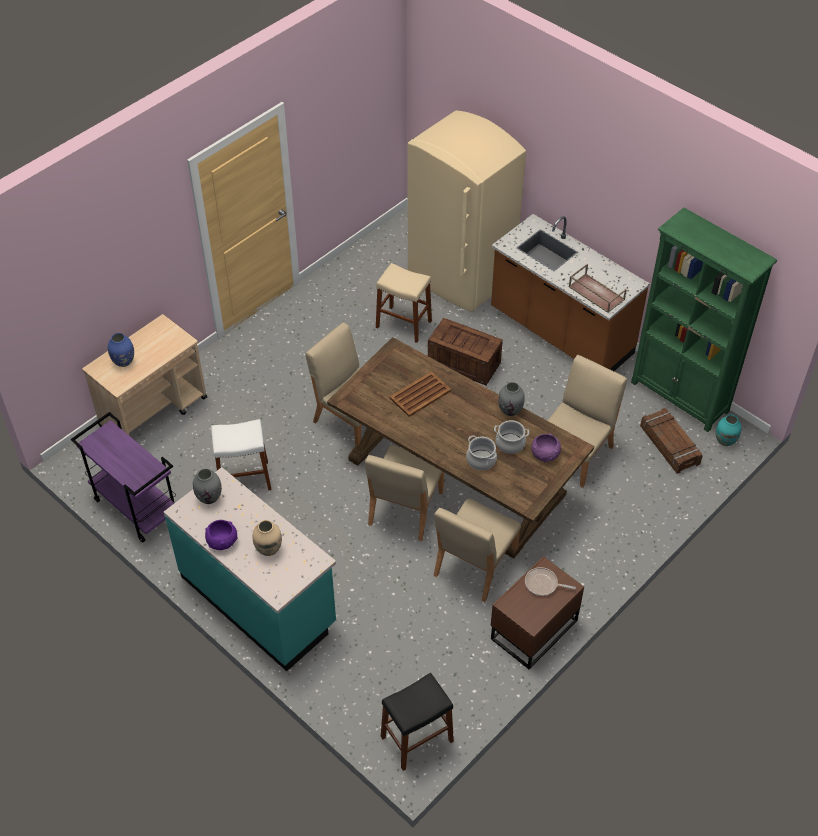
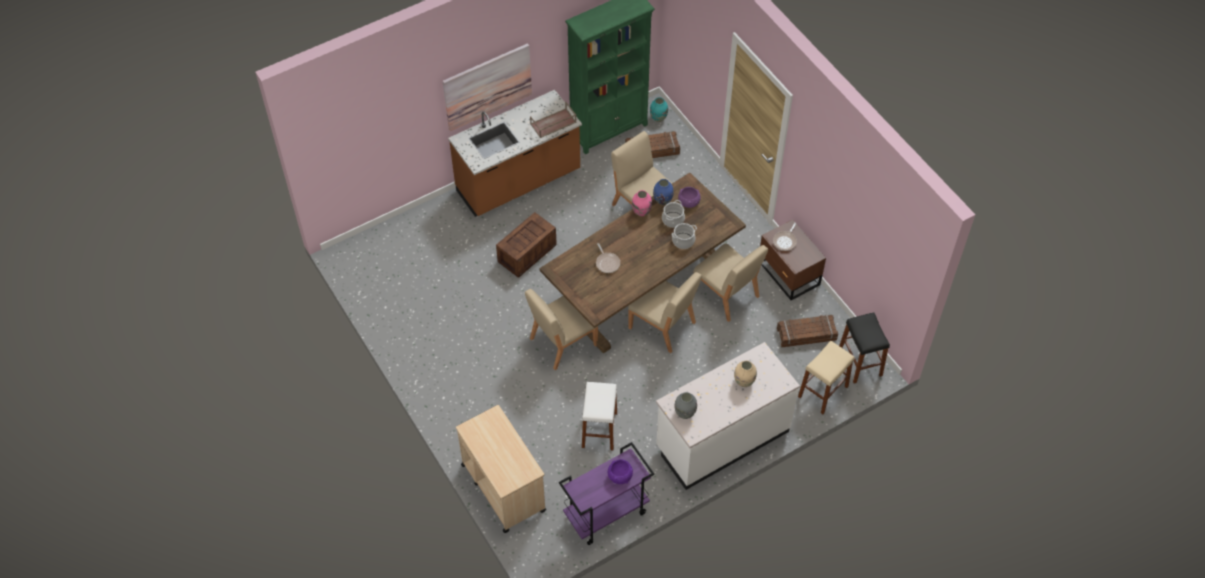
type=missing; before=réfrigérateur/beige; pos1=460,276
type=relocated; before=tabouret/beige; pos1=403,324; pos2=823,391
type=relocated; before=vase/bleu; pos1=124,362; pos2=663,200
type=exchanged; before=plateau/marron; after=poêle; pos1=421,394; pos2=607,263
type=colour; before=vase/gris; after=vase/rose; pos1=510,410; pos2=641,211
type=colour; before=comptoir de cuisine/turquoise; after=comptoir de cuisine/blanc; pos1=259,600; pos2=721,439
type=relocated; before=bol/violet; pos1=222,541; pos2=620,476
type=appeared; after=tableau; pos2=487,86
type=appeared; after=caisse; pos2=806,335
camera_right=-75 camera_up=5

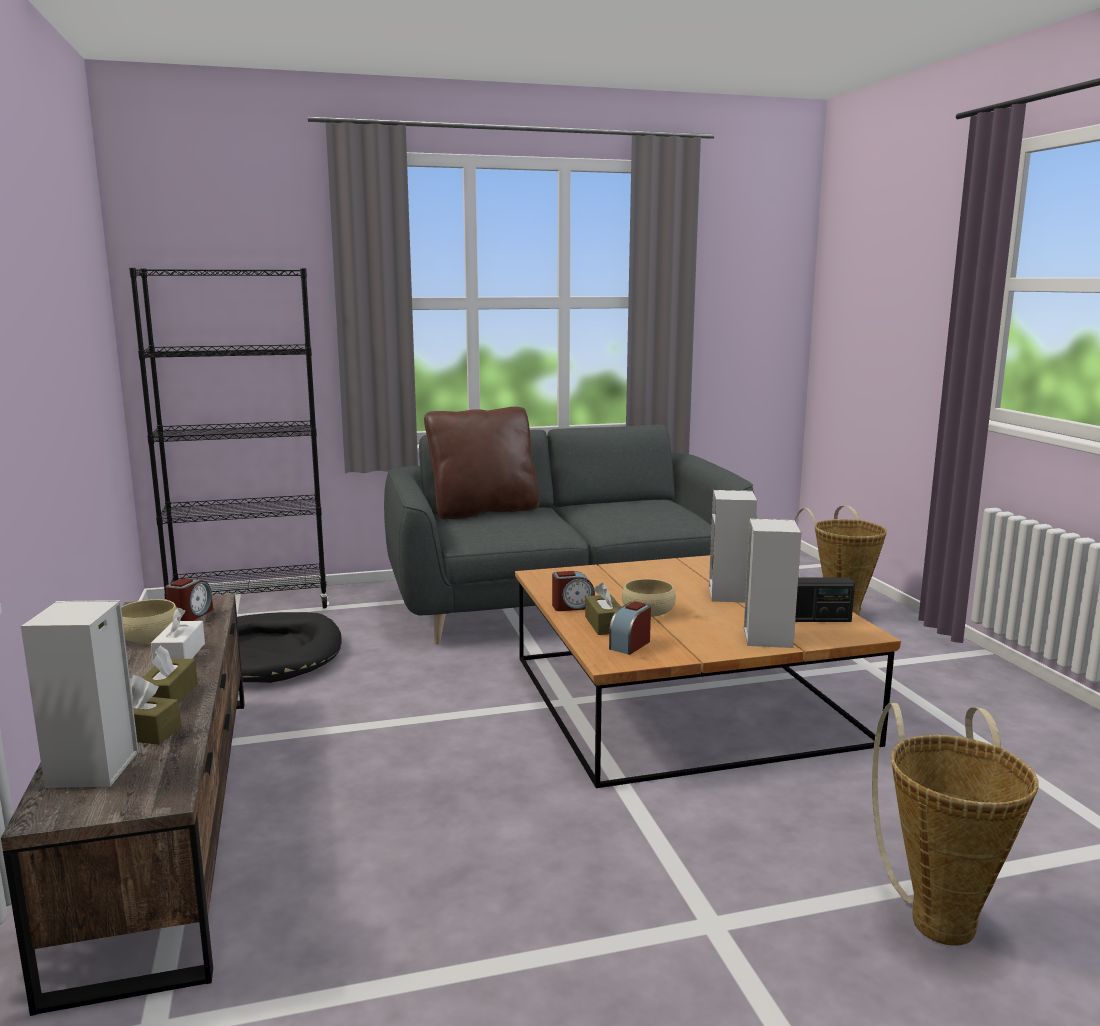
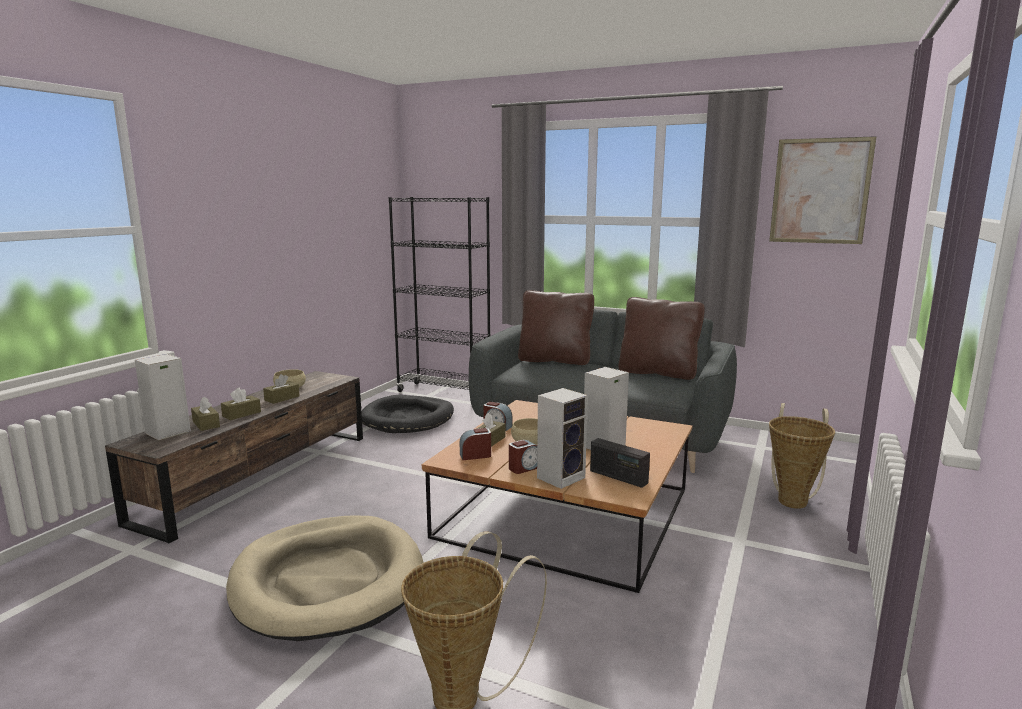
type=relocated; before=réveil; pos1=190,616; pos2=525,468
type=colour; before=boîte à mouchoirs/blanc; after=boîte à mouchoirs/marron; pos1=180,655; pos2=282,398
type=appeared; after=tableau; pos2=820,191
type=appeared; after=coussin/marron; pos2=658,373
type=appeared; after=panier pour chien/beige; pos2=328,581
camera_right=40 camera_up=0

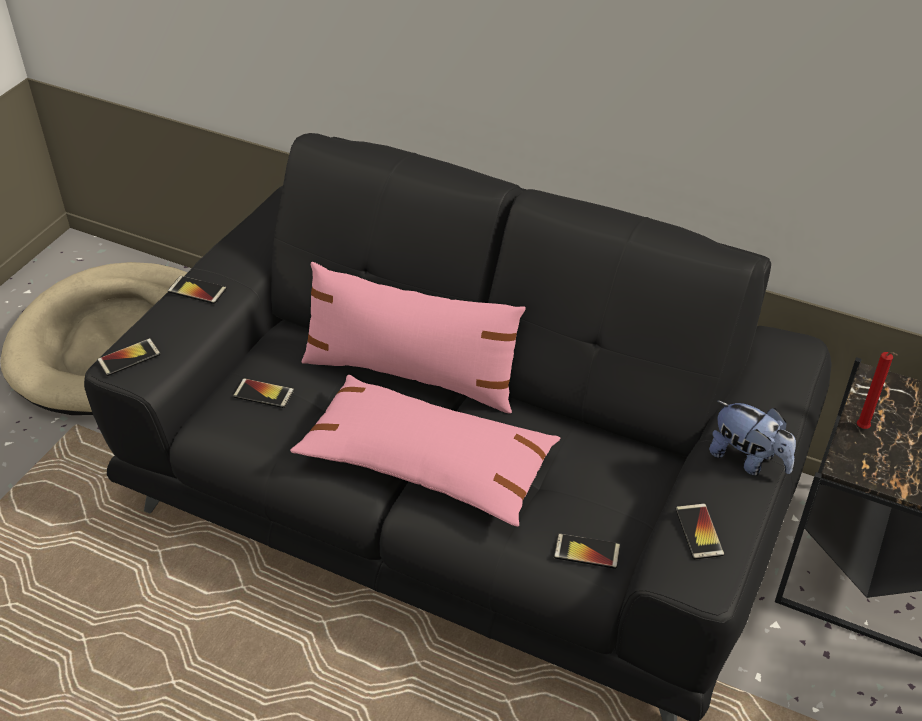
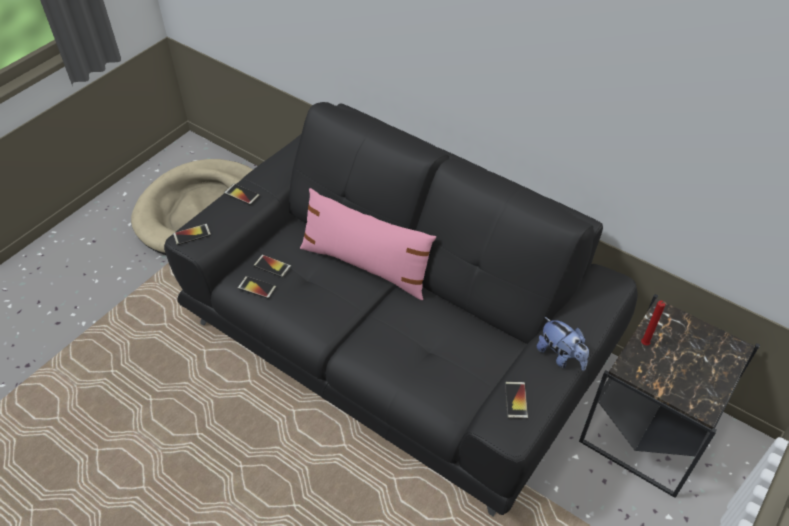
type=missing; before=coussin/rose; pos1=427,463
type=relocated; before=téléphone; pos1=587,551; pos2=257,287
camera_right=10 camera_up=5

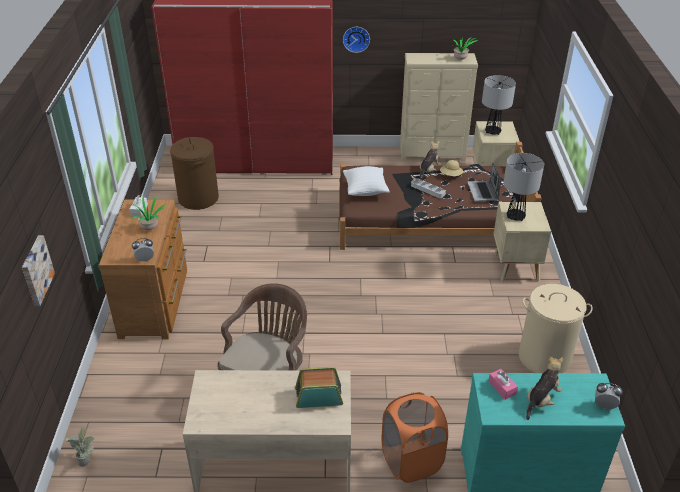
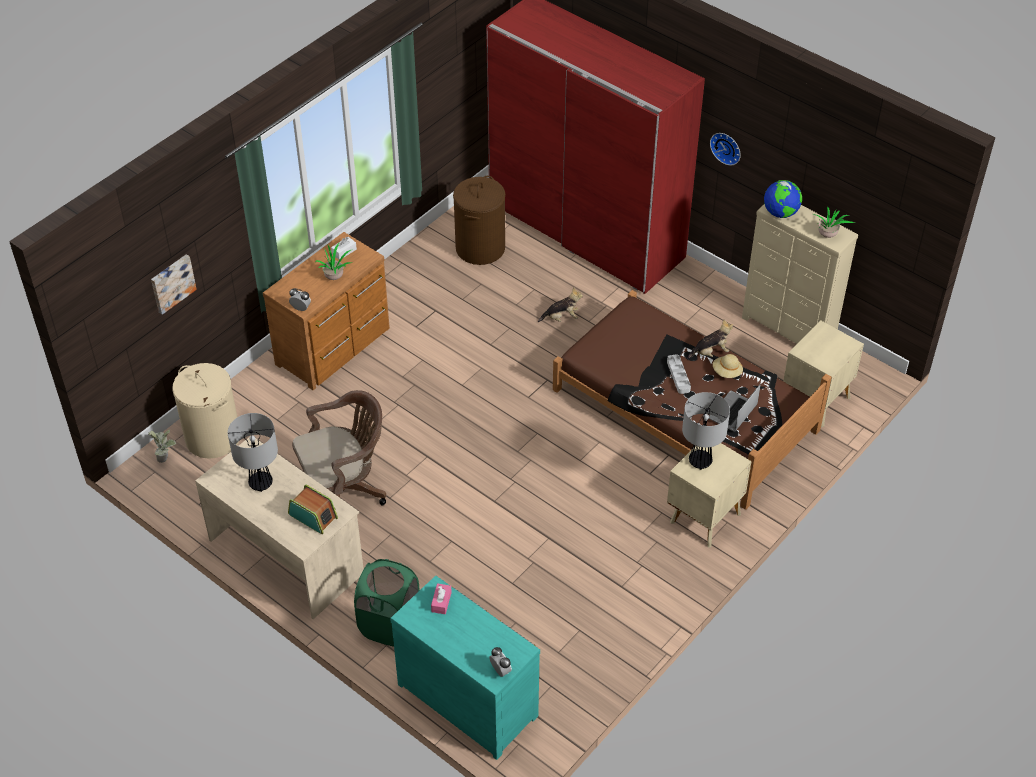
type=relocated; before=lampe de table; pos1=492,132; pos2=261,483
type=missing; before=coussin/blanc; pos1=365,191
type=relocated; before=panier à linge/beige; pos1=544,357; pos2=213,438
type=relocated; before=peluche; pos1=541,400; pos2=561,318
type=colour; before=panier à linge/orange; after=panier à linge/vert; pos1=411,461; pos2=390,625
type=appeared; after=globe; pos2=780,213
camera_right=40 camera_up=10

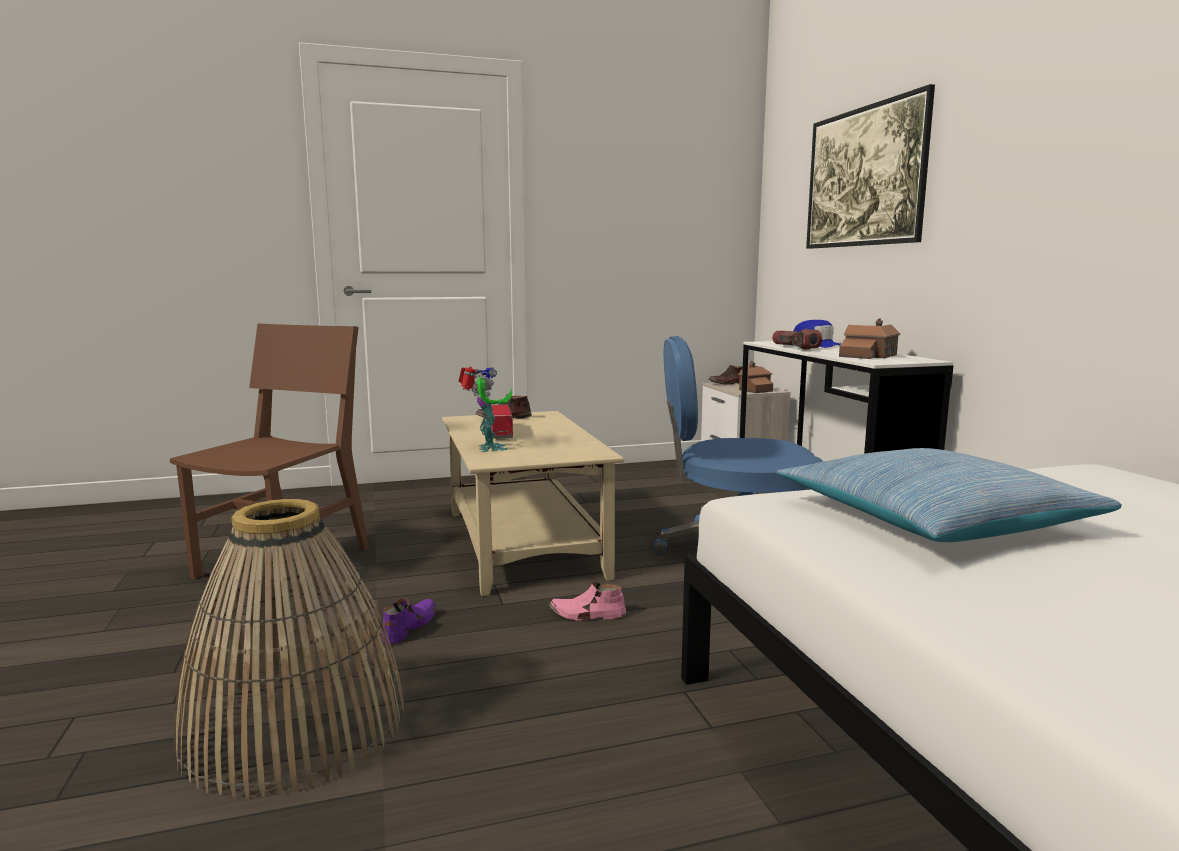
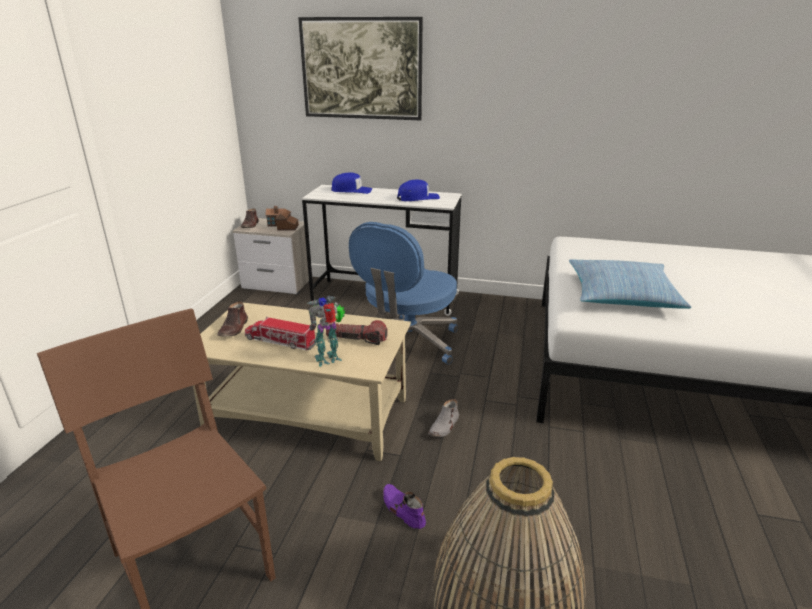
type=exchanged; before=maison miniature; after=casquette/bleu; pos1=868,356; pos2=418,198
type=relocated; before=lampe de poche; pos1=794,347; pos2=357,339
type=spun; before=robot jouet; pos1=488,448; pos2=329,360; turn=-45
type=colour; before=chaussure/rose; after=chaussure/gris; pos1=587,614; pos2=444,426
camera_right=-60 camera_up=15

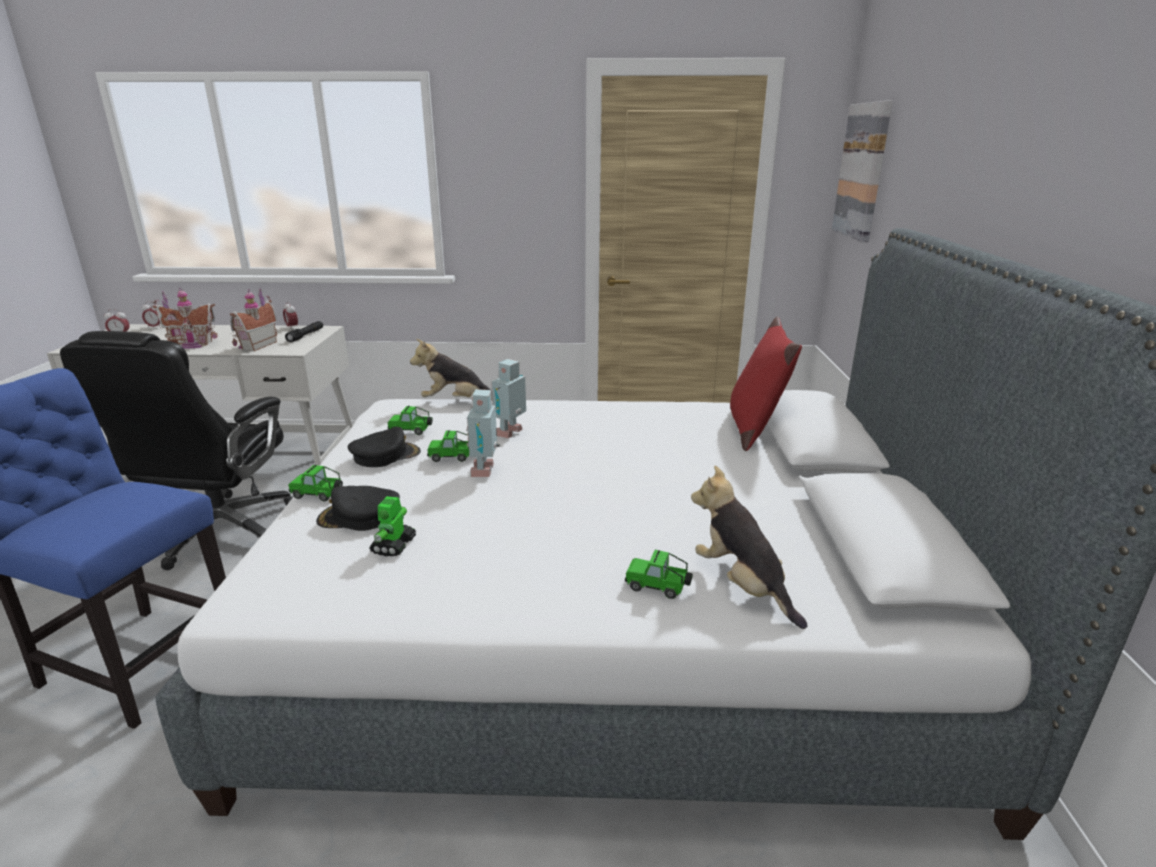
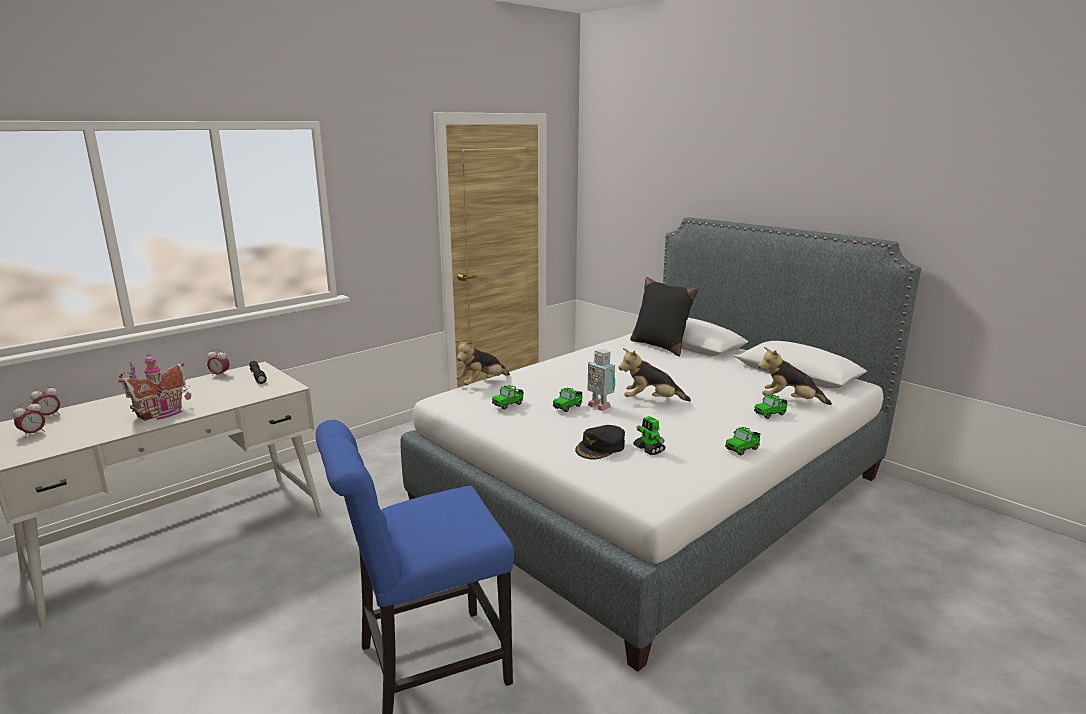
type=missing; before=tableau; pos1=862,171
type=missing; before=maison miniature; pos1=256,345
type=colour; before=coussin/rouge; after=coussin/noir; pos1=754,429; pos2=659,346
type=missing; before=chaise de bureau/noir; pos1=219,531
type=missing; before=robot jouet; pos1=511,433
type=missing; before=casquette/noir; pos1=385,455
type=relocated; before=petite voiture; pos1=319,495; pos2=743,449
type=appeared; after=peluche; pos2=651,401
camera_right=-45 camera_up=-5

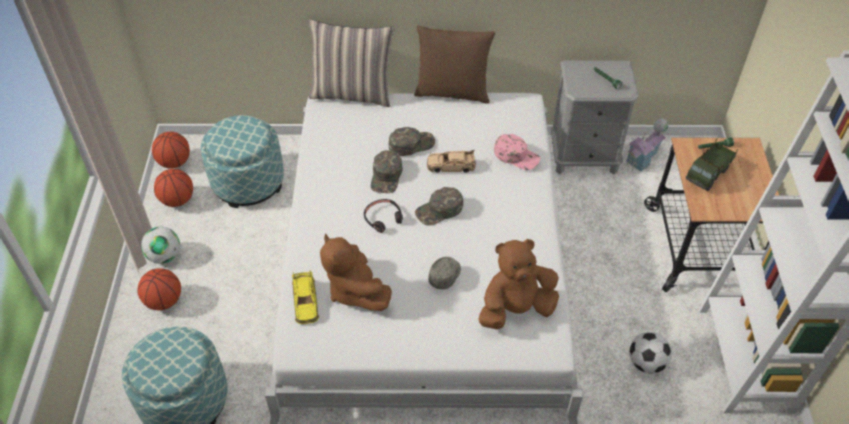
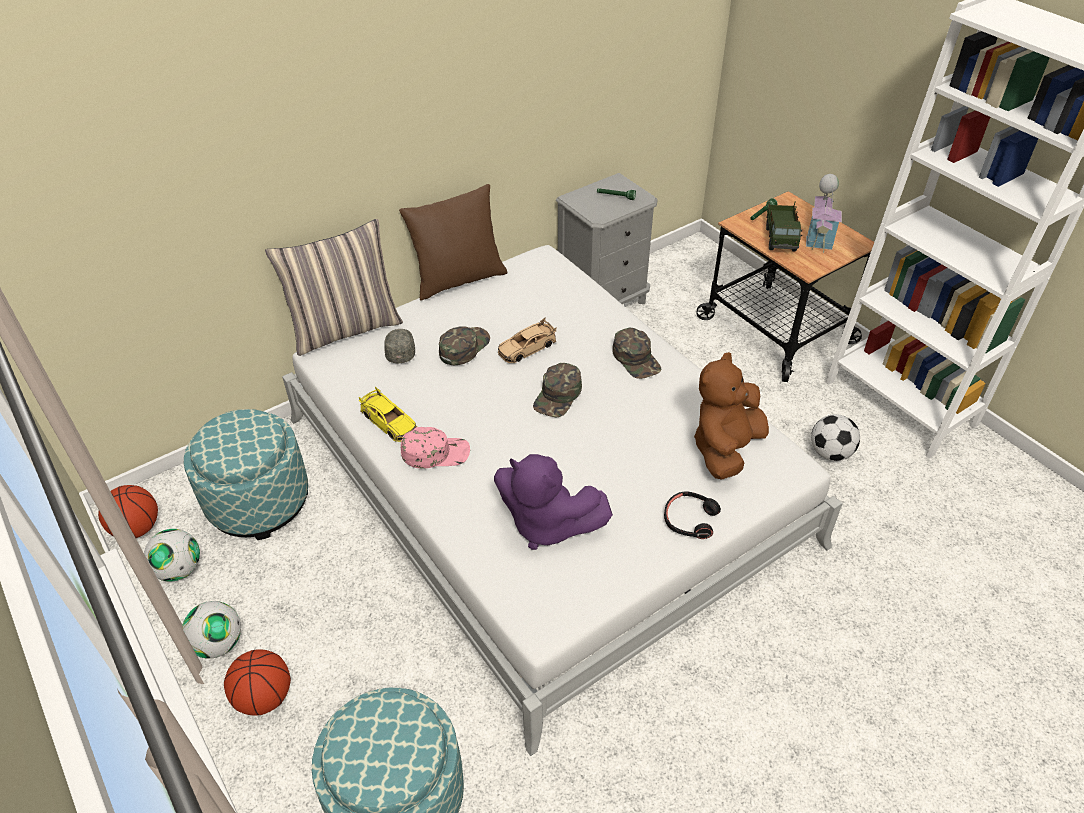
type=relocated; before=maison miniature; pos1=643,159; pos2=819,236
type=relocated; before=casquette/rose; pos1=516,155; pos2=436,452
type=relocated; before=casquette/vert; pos1=386,176; pos2=636,359
type=exchanged; before=ballon de basket; after=ballon de foot; pos1=177,200; pos2=179,570
type=relocated; before=casque audio/noir; pos1=383,218; pos2=690,519
type=colour; before=peluche/marron; after=peluche/violet; pos1=355,290; pos2=546,524
type=relocated; before=casquette/gris; pos1=445,275; pos2=401,351
type=relocated; before=petite voiture/jaune; pos1=305,301; pos2=389,421
camera_right=-35 camera_up=-5

